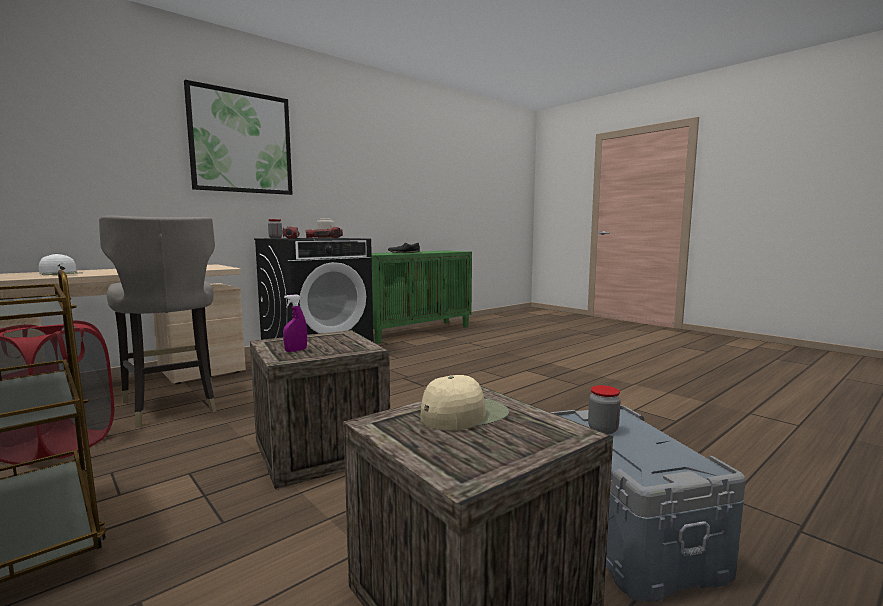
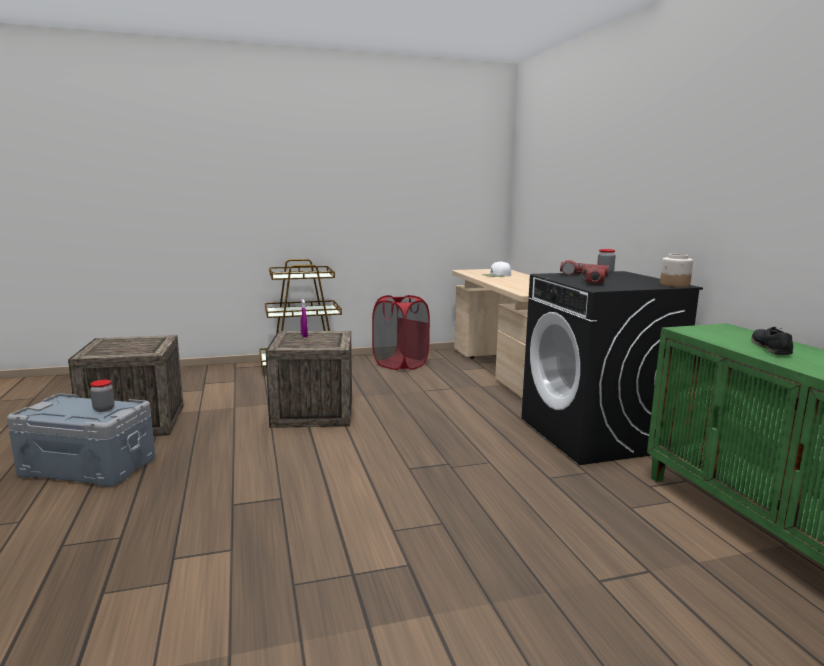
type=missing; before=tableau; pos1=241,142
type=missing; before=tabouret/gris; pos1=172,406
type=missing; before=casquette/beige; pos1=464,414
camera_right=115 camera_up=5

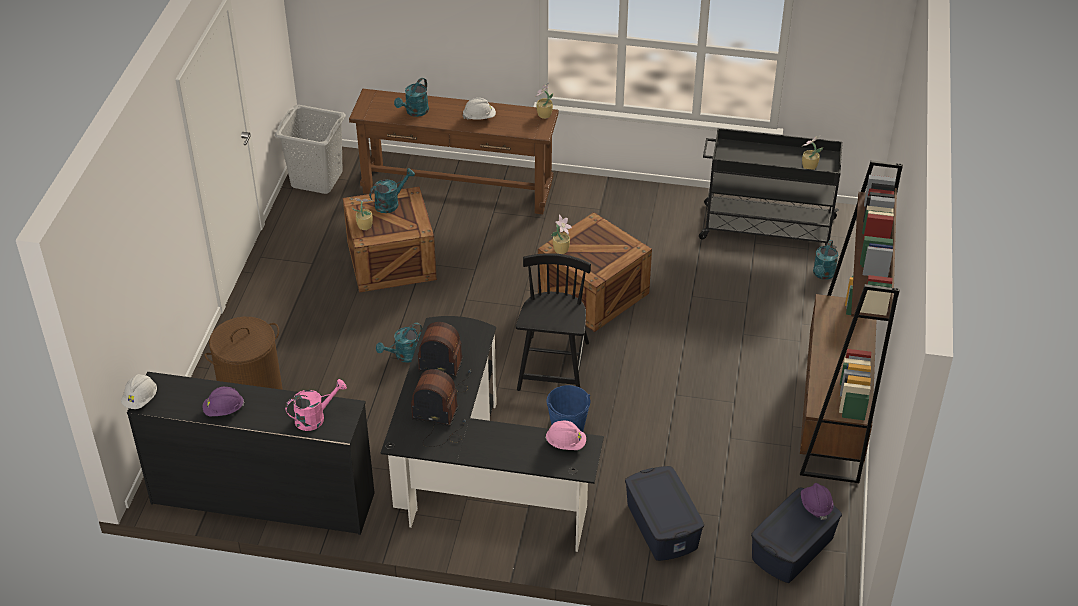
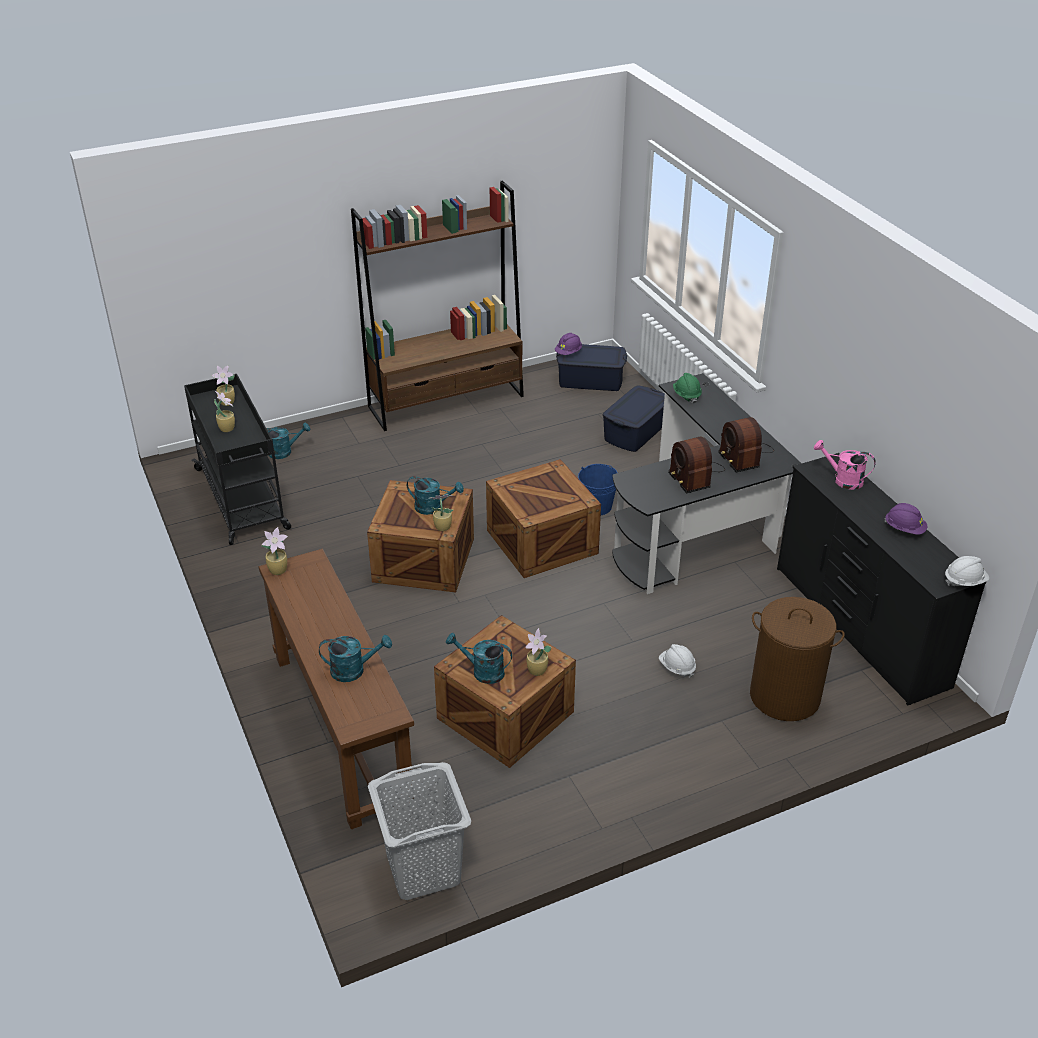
type=relocated; before=casque de chantier/blanc; pos1=479,117; pos2=677,668
type=exchanged; before=chaise/noir; after=caisse; pos1=554,368; pos2=540,541
type=relocated; before=arrosoir/turquoise; pos1=403,356; pos2=433,507
type=colour; before=casque de chantier/rose; after=casque de chantier/vert; pos1=566,443; pos2=686,395
type=appeared; after=plante en pot; pos2=227,428
camera_right=-125 camera_up=-5

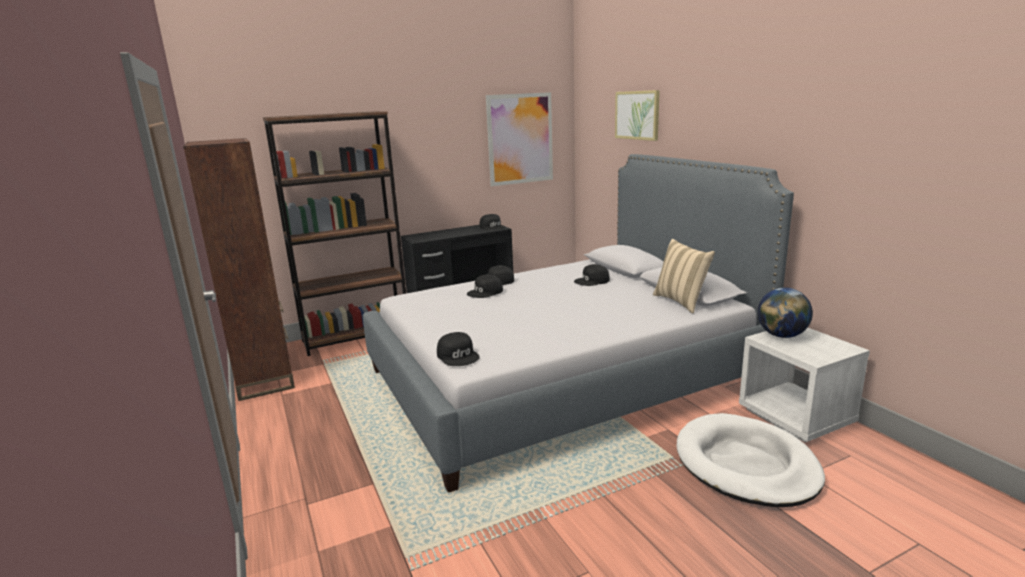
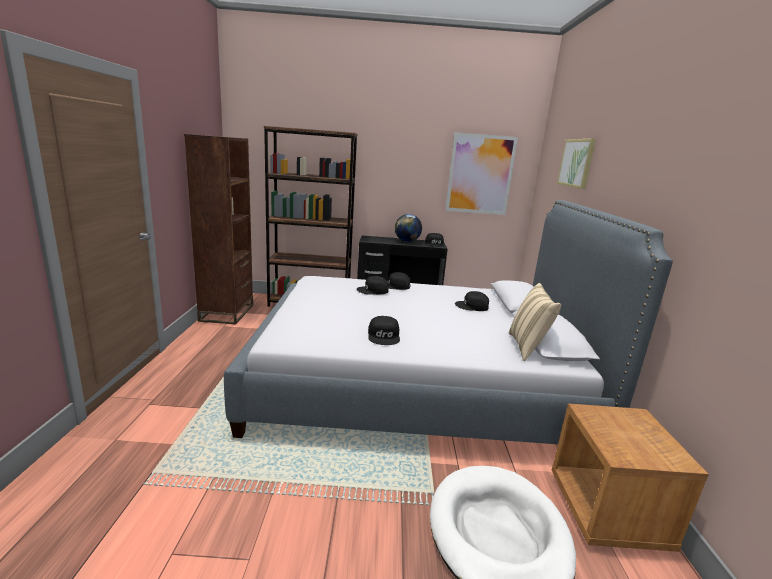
type=relocated; before=globe; pos1=781,335; pos2=407,241
type=colour; before=table de chevet/blanc; after=table de chevet/marron; pos1=796,417; pos2=607,512
type=relocated; before=casquette/noir; pos1=458,356; pos2=384,336
camera_right=25 camera_up=0

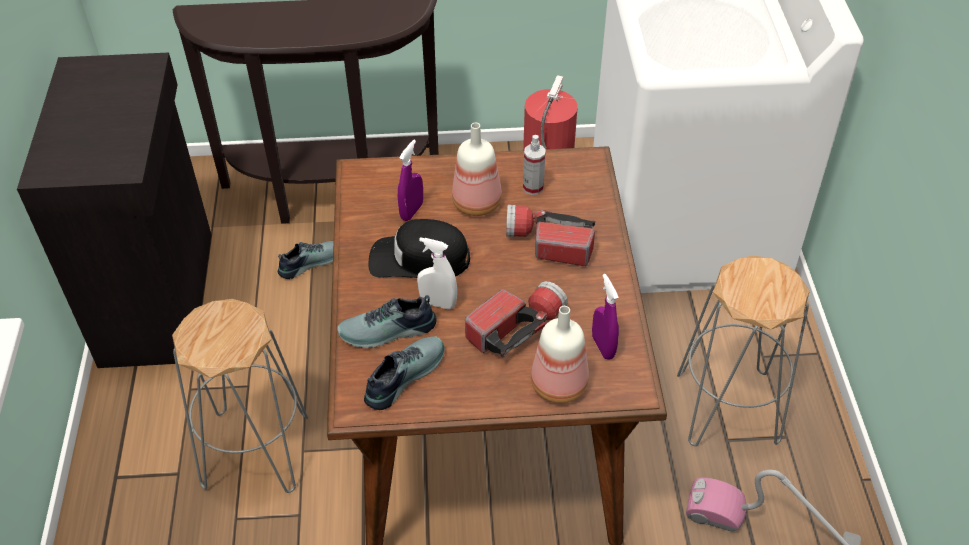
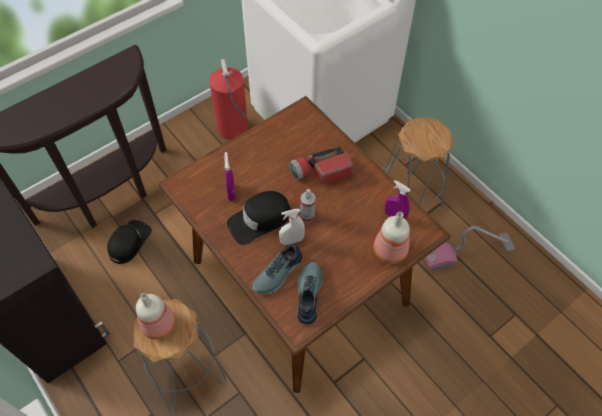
type=relocated; before=bouteille; pos1=478,202; pos2=159,324
type=relocated; before=vaporisateur; pos1=533,187; pos2=307,216
type=exchanged; before=chaussure; after=casquette/noir; pos1=310,261; pos2=129,242
type=missing; before=lampe de poche; pos1=516,327
camera_right=-35 camera_up=10

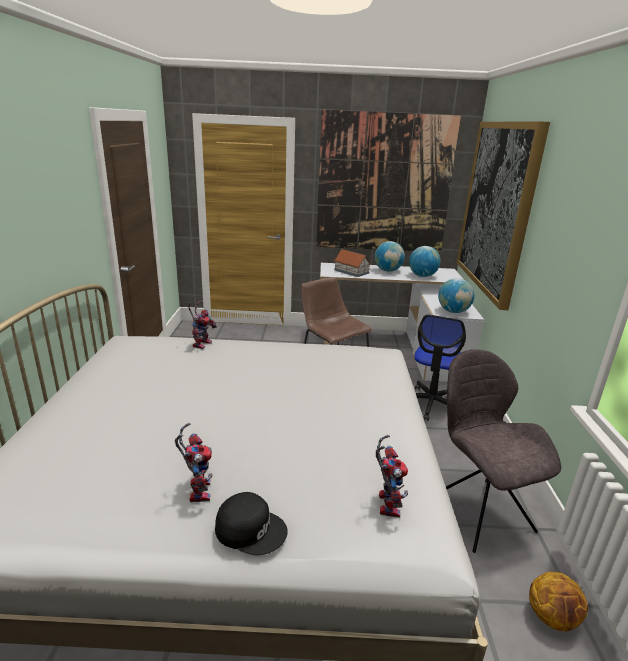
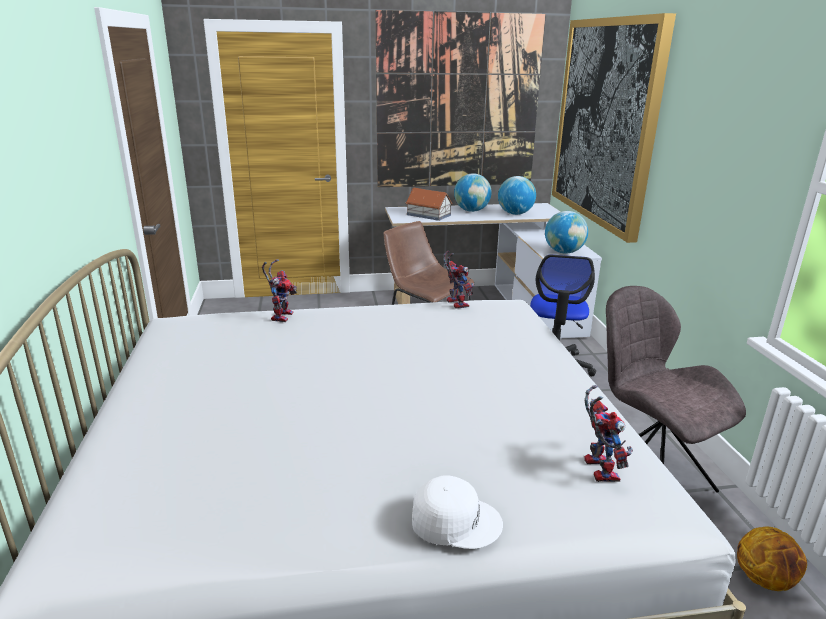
type=relocated; before=robot jouet; pos1=197,489; pos2=454,303
type=colour; before=casquette/noir; after=casquette/blanc; pos1=251,529; pos2=455,520
camera_right=-10 camera_up=0

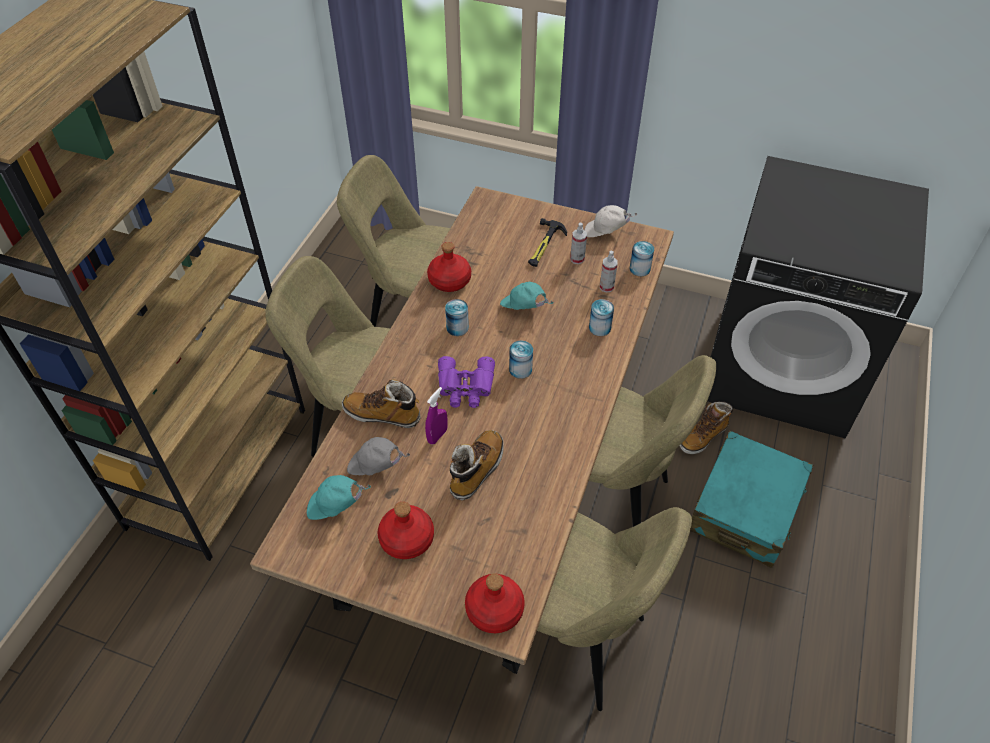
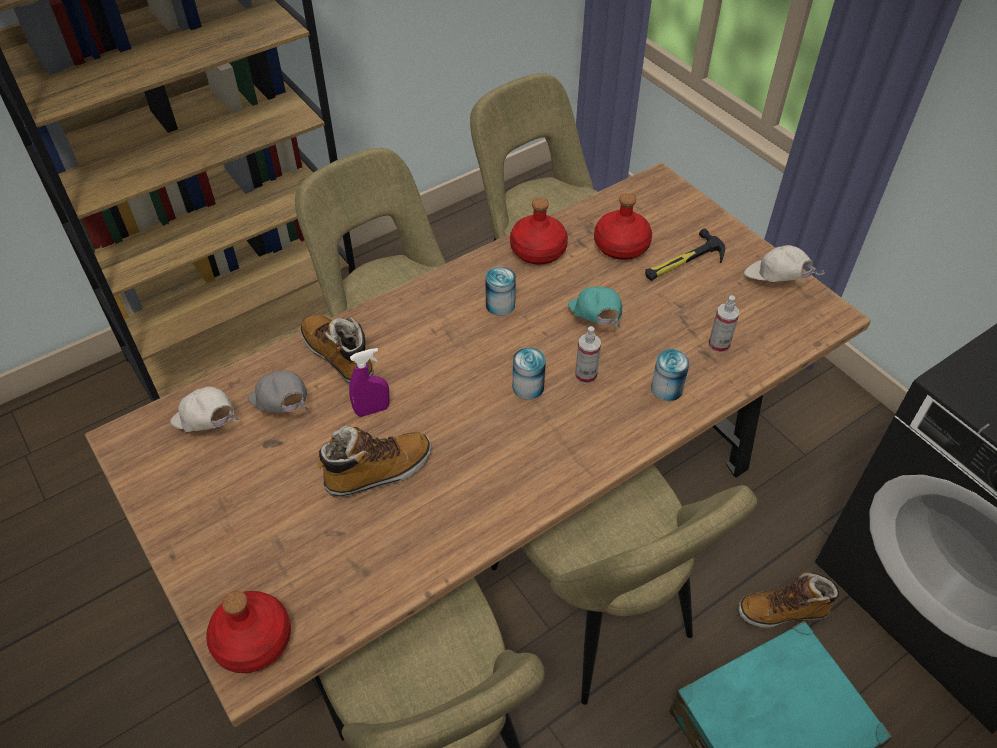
type=relocated; before=vaporisateur; pos1=577,259; pos2=585,375
type=missing; before=boîte métallique; pos1=639,269
type=missing; before=jumelles/violet; pos1=466,387
type=colour; before=casquette/turquoise; after=casquette/blanc; pos1=336,506; pos2=208,425
type=relocated; before=bouteille/rouge; pos1=406,539; pos2=620,246
camera_right=35 camera_up=0

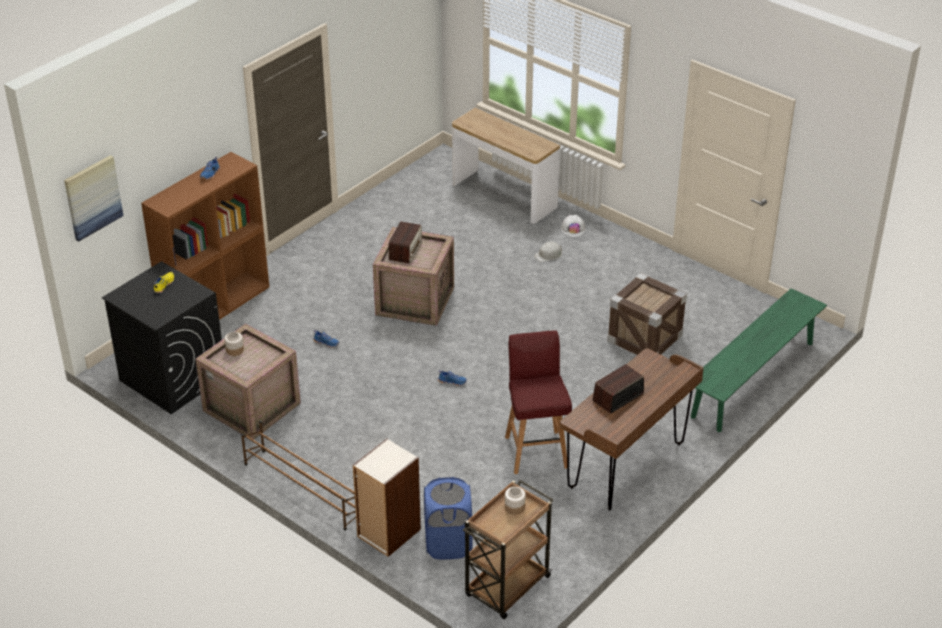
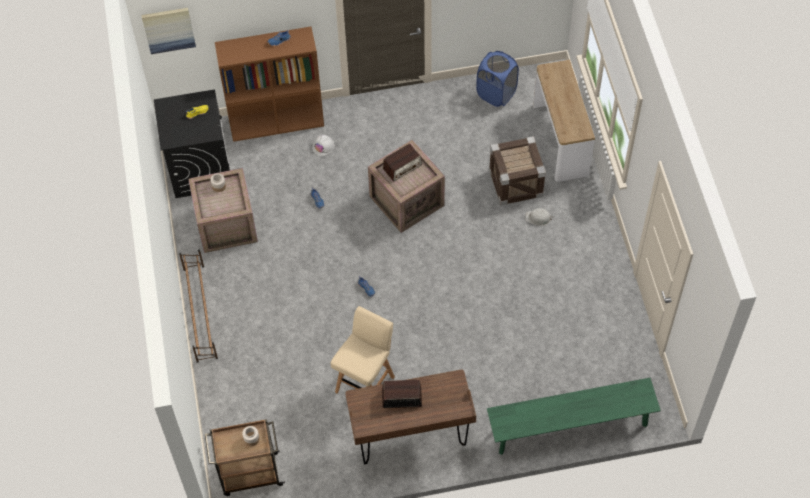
type=relocated; before=casque de chantier/blanc; pos1=573,229; pos2=323,146
type=relocated; before=caisse; pos1=644,338; pos2=515,183
type=colour; before=tabouret/rouge; after=tabouret/beige; pos1=536,450; pos2=366,383
type=missing; before=bibliothèque; pos1=388,533
type=relocated; before=panier à linge/bleu; pos1=448,543; pos2=496,93
camera_right=40 camera_up=20

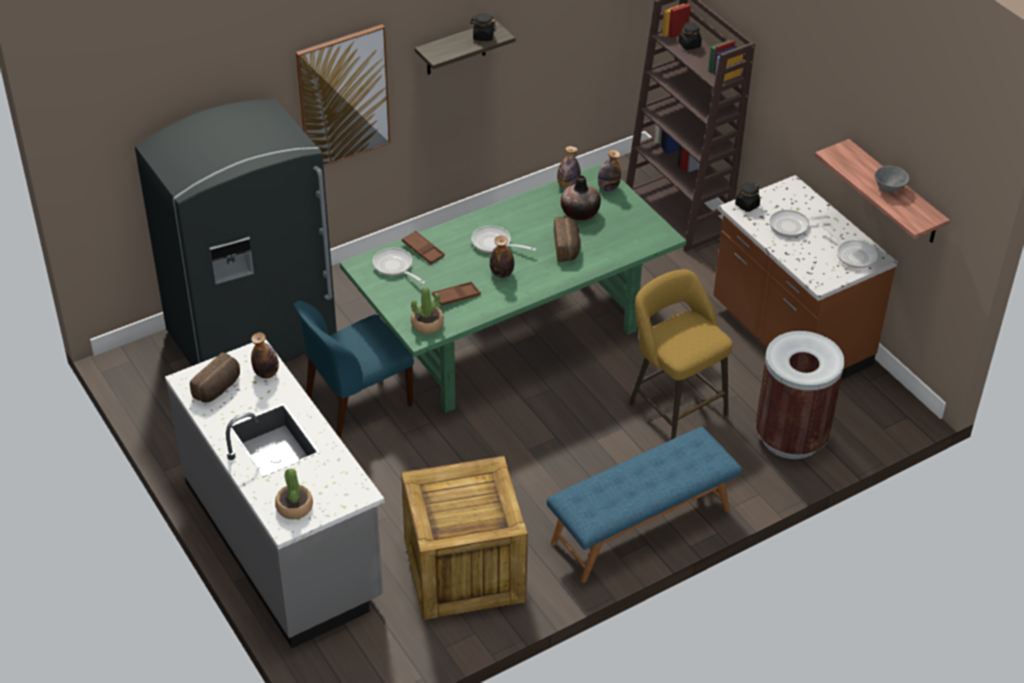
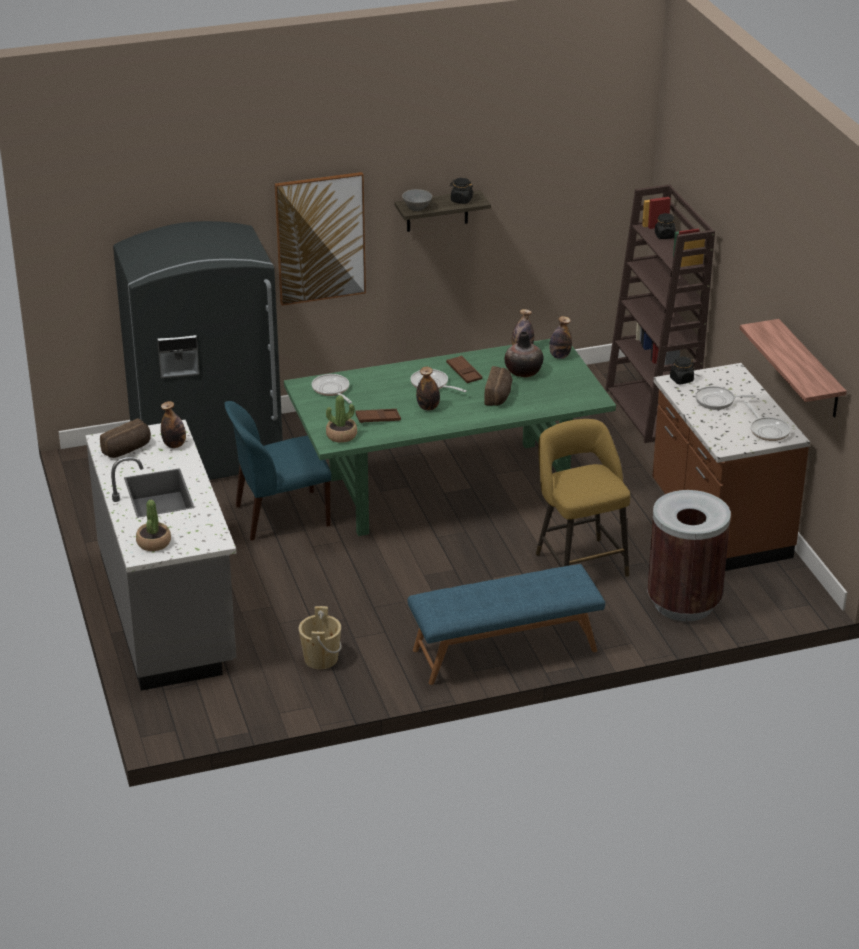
type=relocated; before=bol/gris; pos1=890,189; pos2=417,208
type=relocated; before=plateau/marron; pos1=423,250; pos2=464,372
type=exchanged; before=caisse; after=seau/beige; pos1=463,572; pos2=321,659
camera_right=15 camera_up=-10

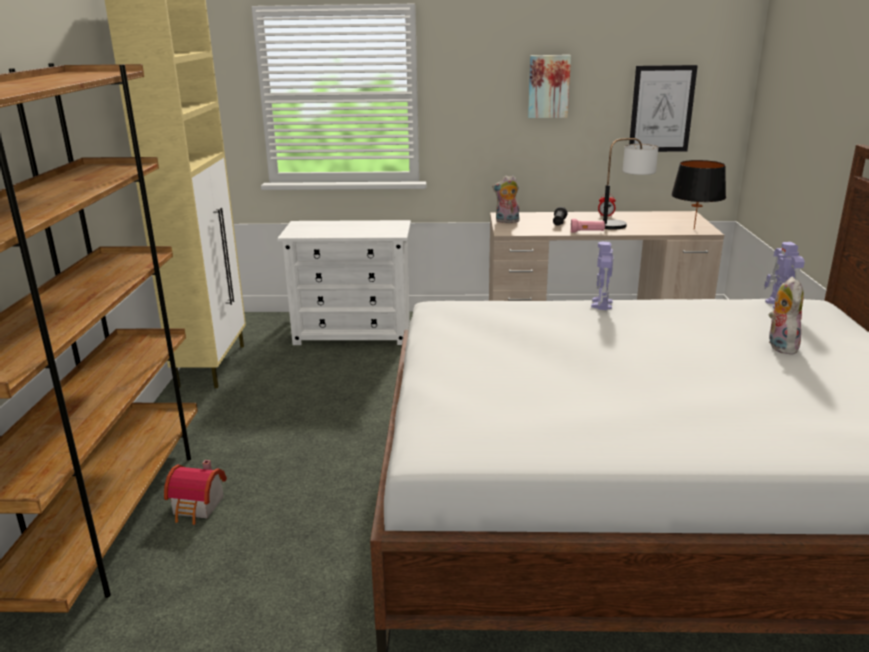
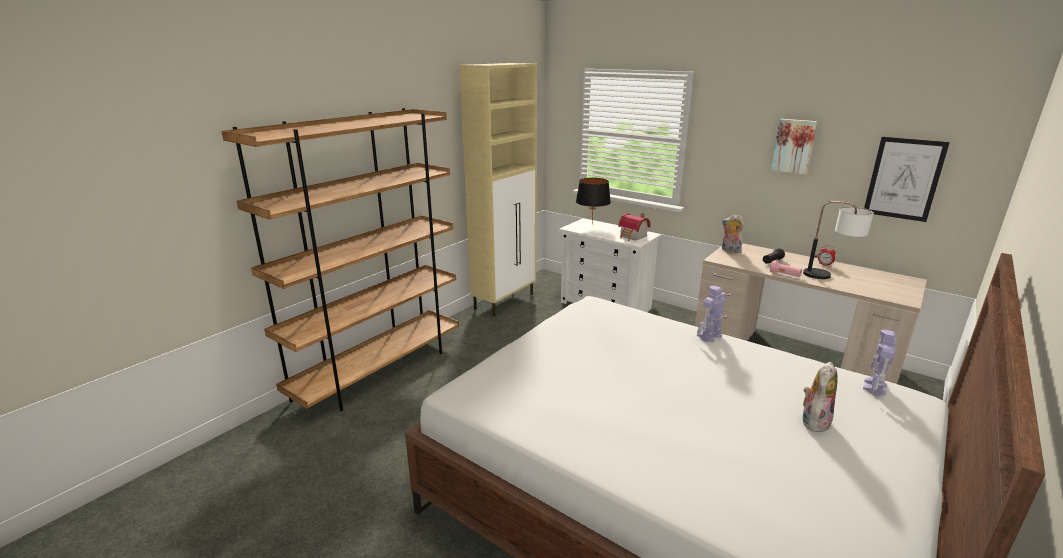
type=relocated; before=lampe de table/noir; pos1=694,229; pos2=592,224
type=relocated; before=maison miniature; pos1=198,507; pos2=633,236
camera_right=35 camera_up=0

